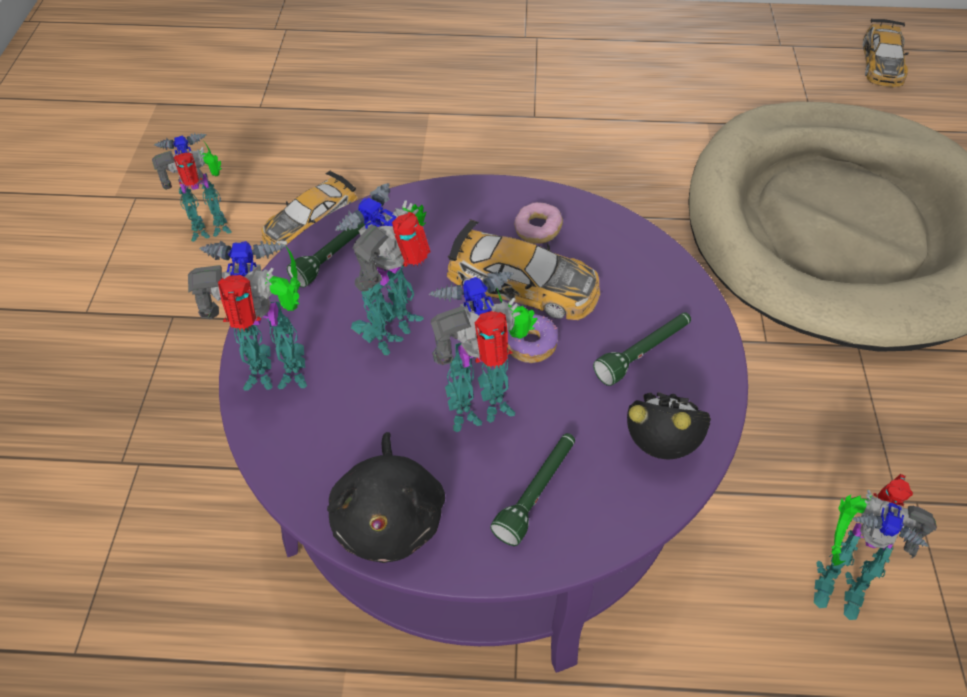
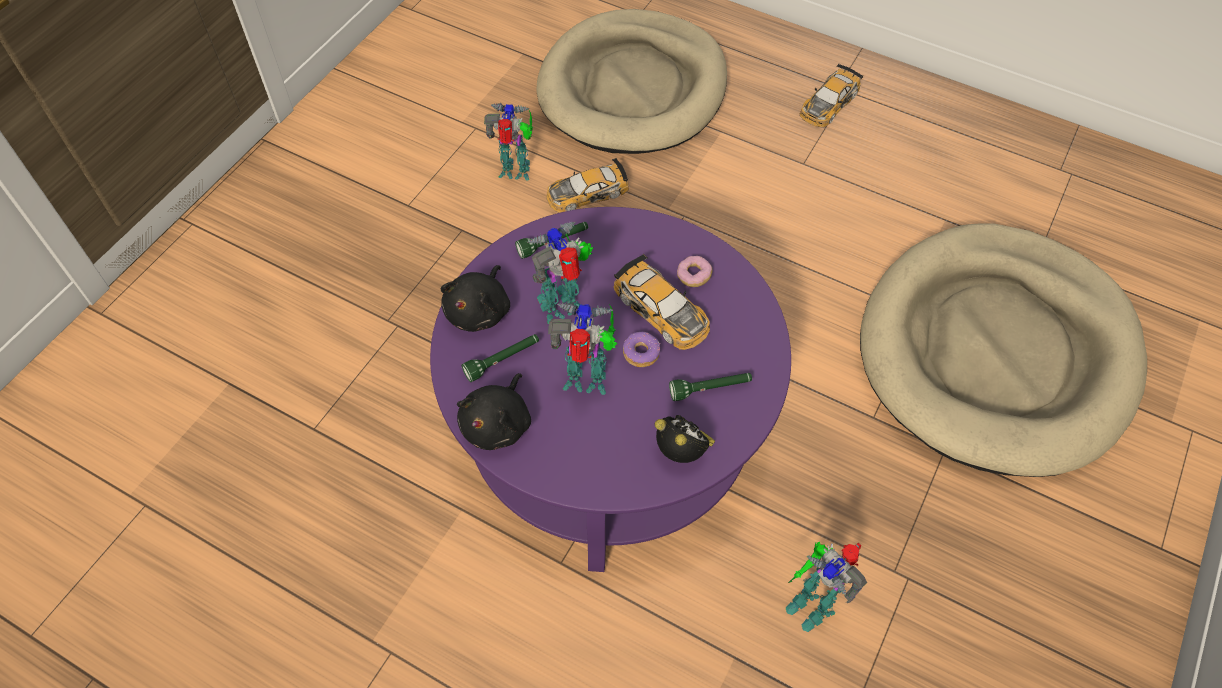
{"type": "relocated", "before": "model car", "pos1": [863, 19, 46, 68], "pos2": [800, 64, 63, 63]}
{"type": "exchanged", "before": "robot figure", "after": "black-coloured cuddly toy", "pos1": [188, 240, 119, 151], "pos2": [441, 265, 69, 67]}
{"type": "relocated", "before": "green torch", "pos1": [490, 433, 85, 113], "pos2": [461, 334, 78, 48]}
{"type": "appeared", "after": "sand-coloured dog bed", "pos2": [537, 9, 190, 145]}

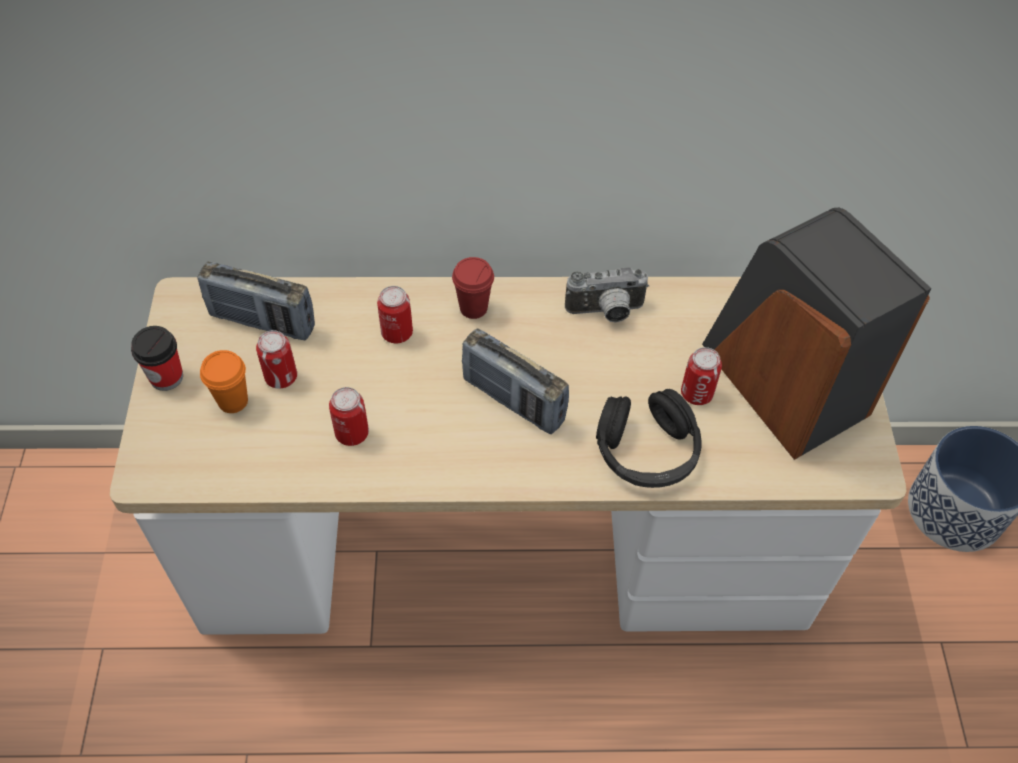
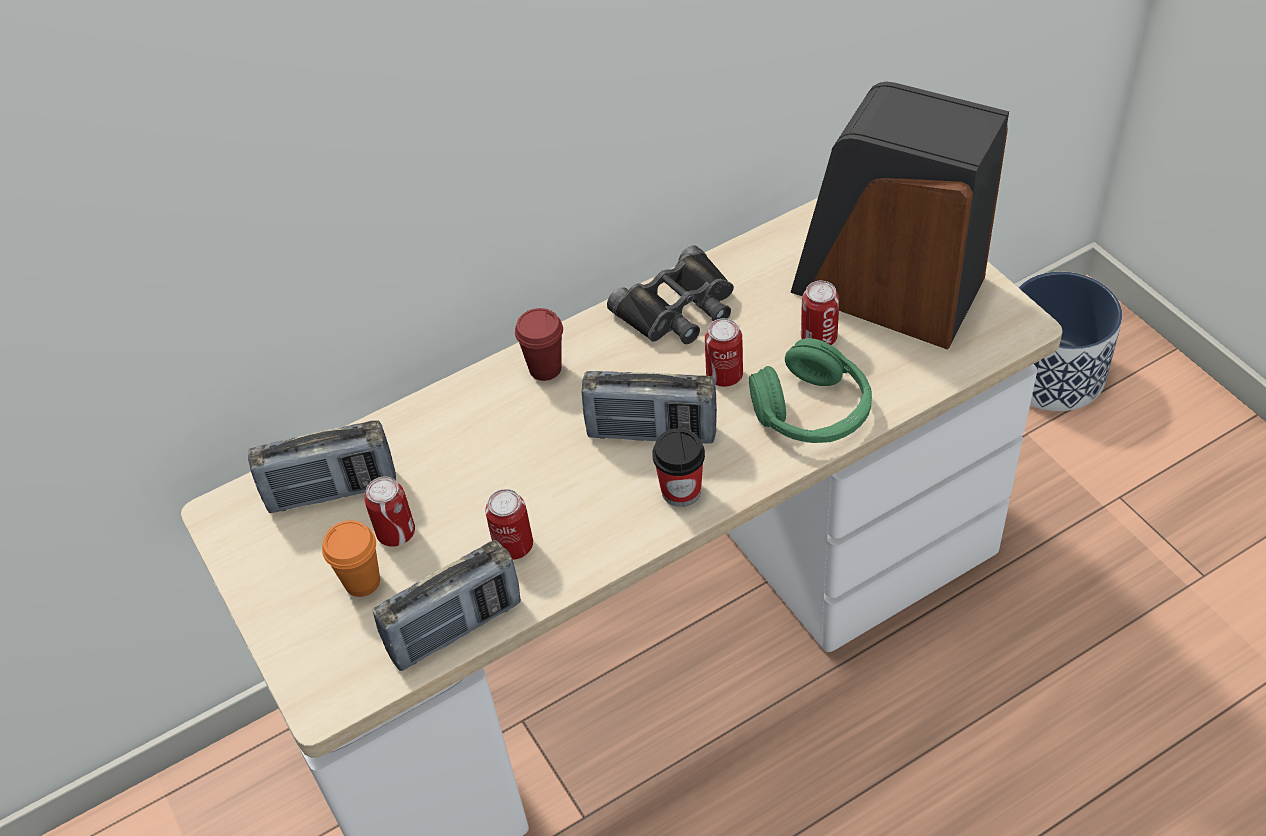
{"type": "exchanged", "before": "photo camera", "after": "black-coloured binoculars", "pos1": [565, 267, 84, 55], "pos2": [607, 245, 127, 99]}
{"type": "relocated", "before": "sealed can", "pos1": [377, 286, 36, 57], "pos2": [705, 318, 38, 69]}
{"type": "relocated", "before": "cup", "pos1": [131, 326, 52, 65], "pos2": [652, 428, 53, 79]}
{"type": "colour", "before": "black-coloured headphones", "after": "green headphones", "pos1": [596, 389, 106, 99], "pos2": [749, 338, 123, 105]}
{"type": "appeared", "after": "radio set", "pos2": [372, 540, 149, 131]}

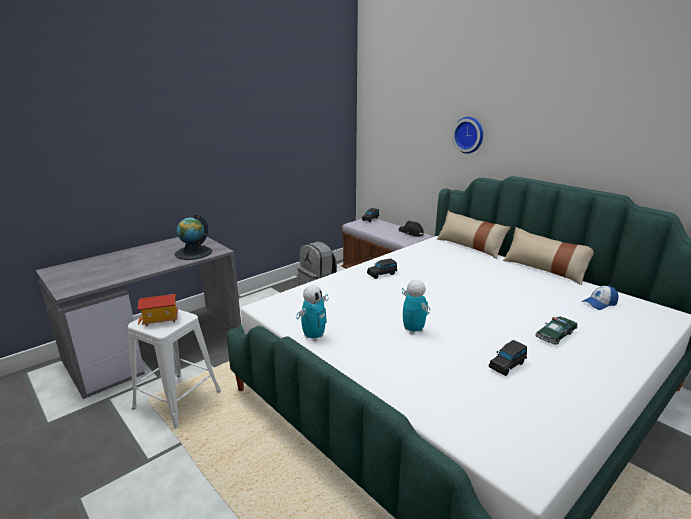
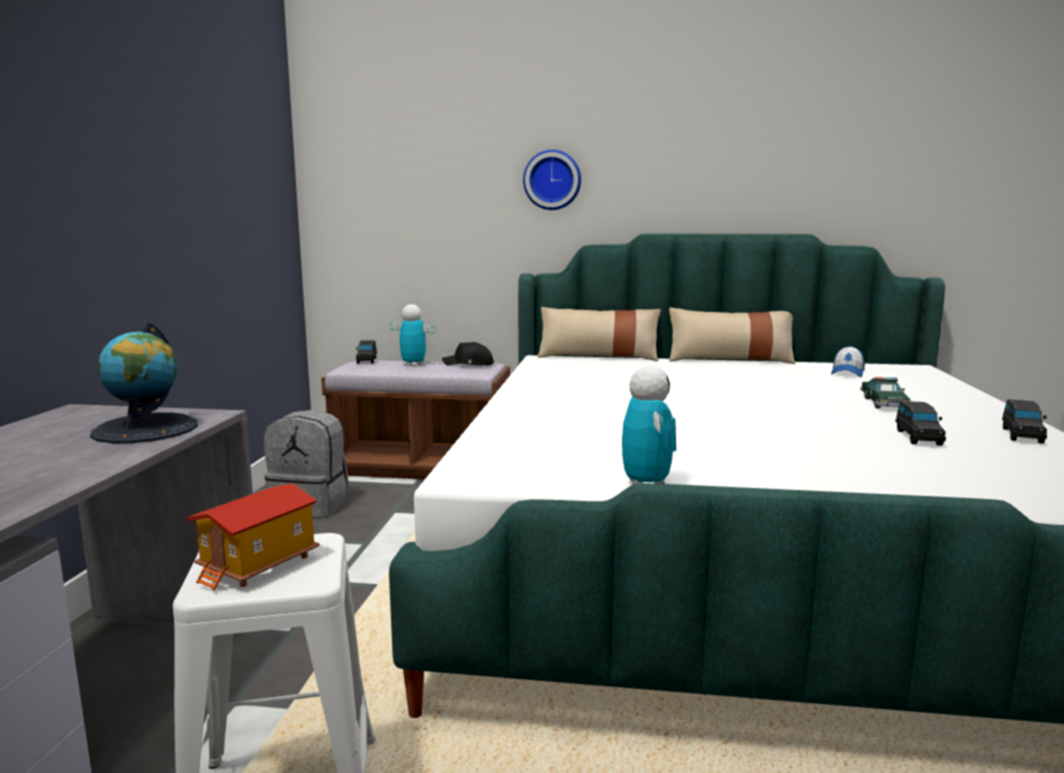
{"type": "relocated", "before": "black-coloured model car", "pos1": [367, 258, 30, 21], "pos2": [1002, 399, 45, 45]}
{"type": "relocated", "before": "robot figure", "pos1": [402, 280, 28, 55], "pos2": [390, 304, 45, 62]}

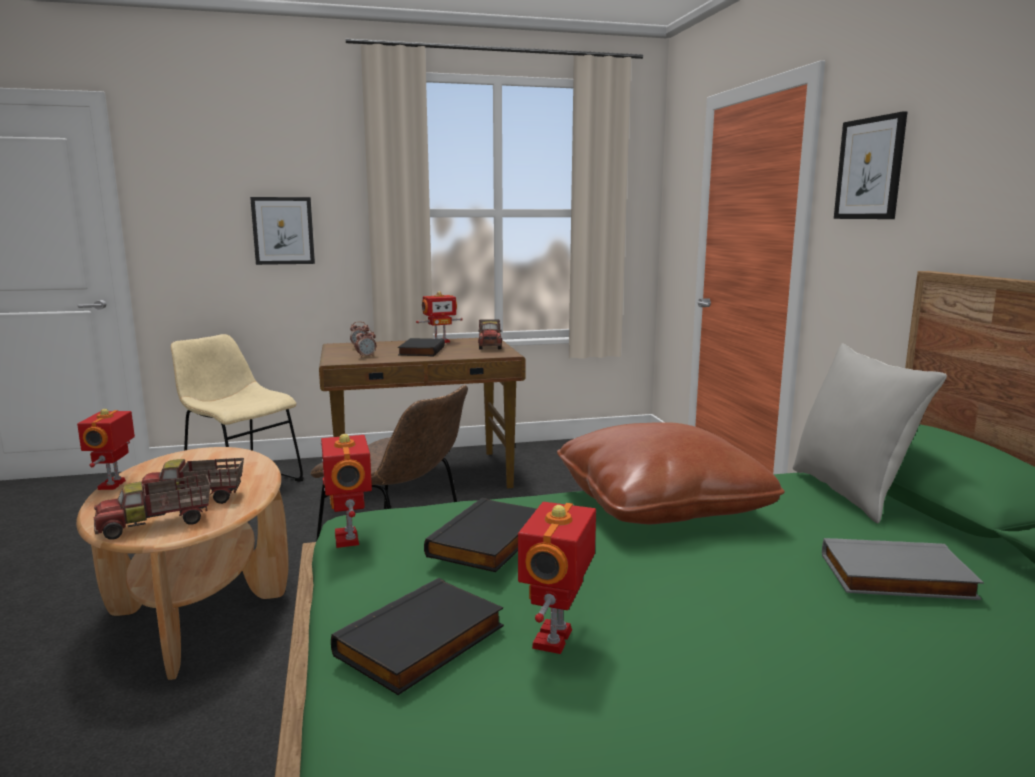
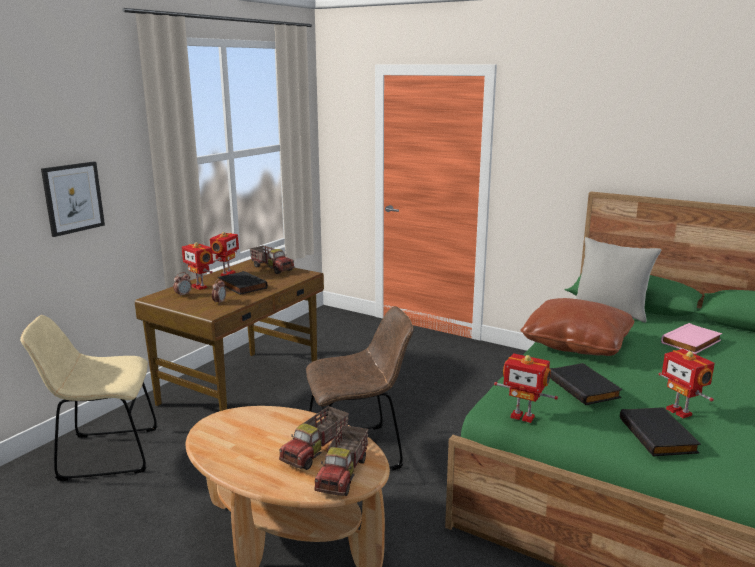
{"type": "missing", "before": "wall picture", "pos1": [834, 111, 73, 108]}
{"type": "relocated", "before": "robot figure", "pos1": [77, 409, 58, 81], "pos2": [182, 242, 31, 48]}
{"type": "colour", "before": "greyish volume", "after": "pinkish volume", "pos1": [822, 538, 162, 62], "pos2": [661, 323, 61, 31]}

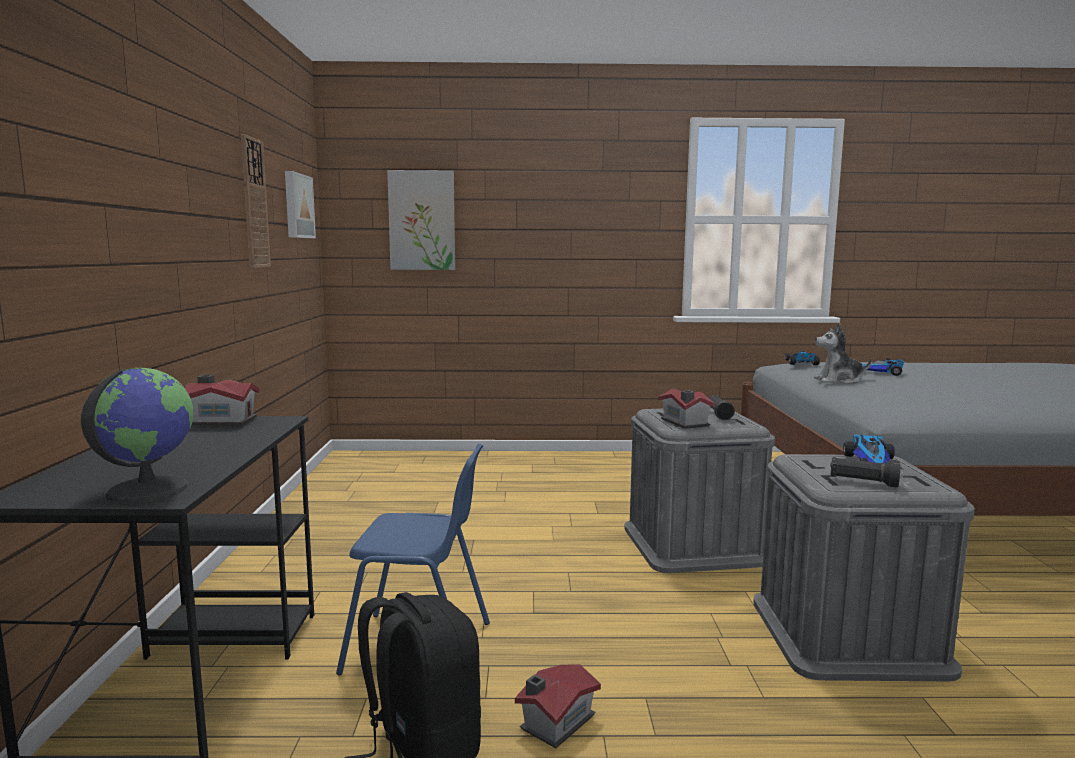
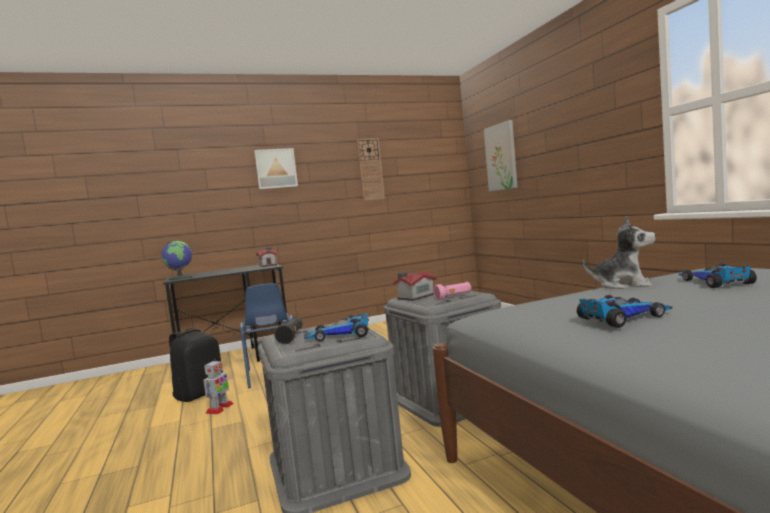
{"type": "relocated", "before": "wall picture", "pos1": [285, 171, 31, 67], "pos2": [254, 148, 44, 41]}
{"type": "spun", "before": "cuddly toy", "pos1": [814, 323, 58, 61], "pos2": [583, 216, 73, 73], "turn": 135}
{"type": "relocated", "before": "model car", "pos1": [785, 350, 35, 15], "pos2": [577, 295, 96, 33]}
{"type": "colour", "before": "black-coloured torch", "after": "pinkish torch", "pos1": [709, 395, 26, 25], "pos2": [434, 282, 37, 18]}
{"type": "exchanged", "before": "miniature house", "after": "robot figure", "pos1": [515, 664, 86, 84], "pos2": [203, 359, 31, 55]}

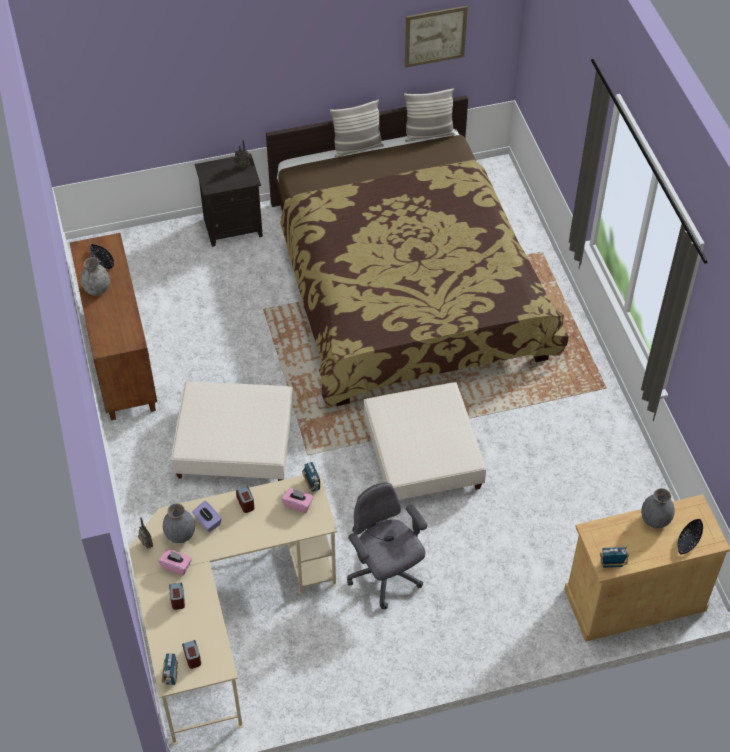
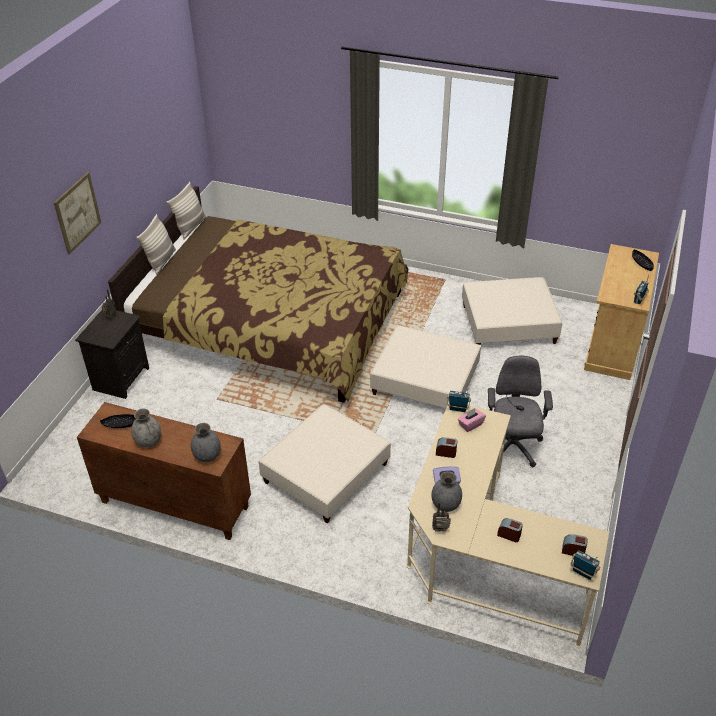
{"type": "relocated", "before": "wall picture", "pos1": [405, 6, 63, 62], "pos2": [54, 172, 47, 83]}
{"type": "spun", "before": "greyish computer chair", "pos1": [347, 482, 80, 127], "pos2": [488, 355, 65, 113], "turn": 90}
{"type": "relocated", "before": "greyish flower vase", "pos1": [641, 488, 34, 41], "pos2": [191, 423, 30, 39]}
{"type": "missing", "before": "pinkish box of tissues", "pos1": [159, 549, 33, 26]}
{"type": "appeared", "after": "sand-coloured pouffe", "pos2": [462, 277, 101, 68]}

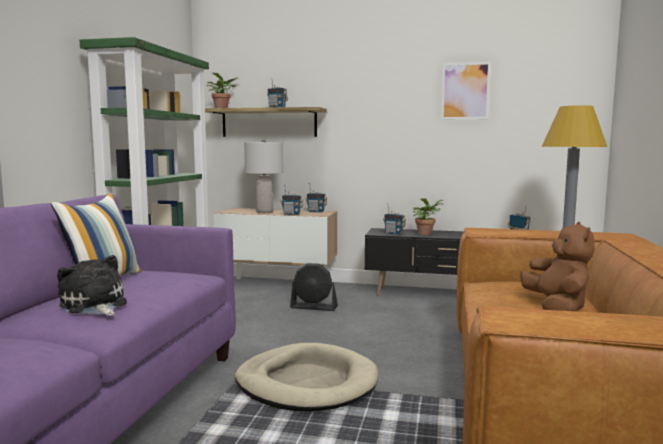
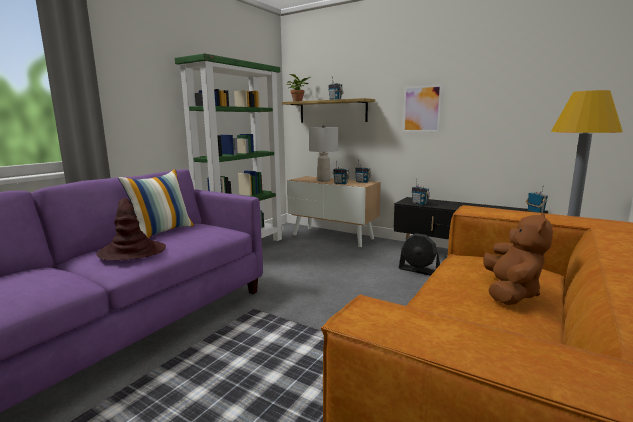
{"type": "relocated", "before": "wall picture", "pos1": [441, 62, 50, 58], "pos2": [403, 84, 39, 48]}
{"type": "missing", "before": "plant in a pot", "pos1": [413, 198, 31, 37]}
{"type": "exchanged", "before": "cuddly toy", "after": "brown hat", "pos1": [57, 255, 70, 61], "pos2": [96, 198, 70, 62]}
{"type": "relocated", "before": "black-coloured electric fan", "pos1": [290, 263, 48, 48], "pos2": [399, 233, 41, 43]}
{"type": "missing", "before": "sand-coloured dog bed", "pos1": [235, 343, 143, 68]}

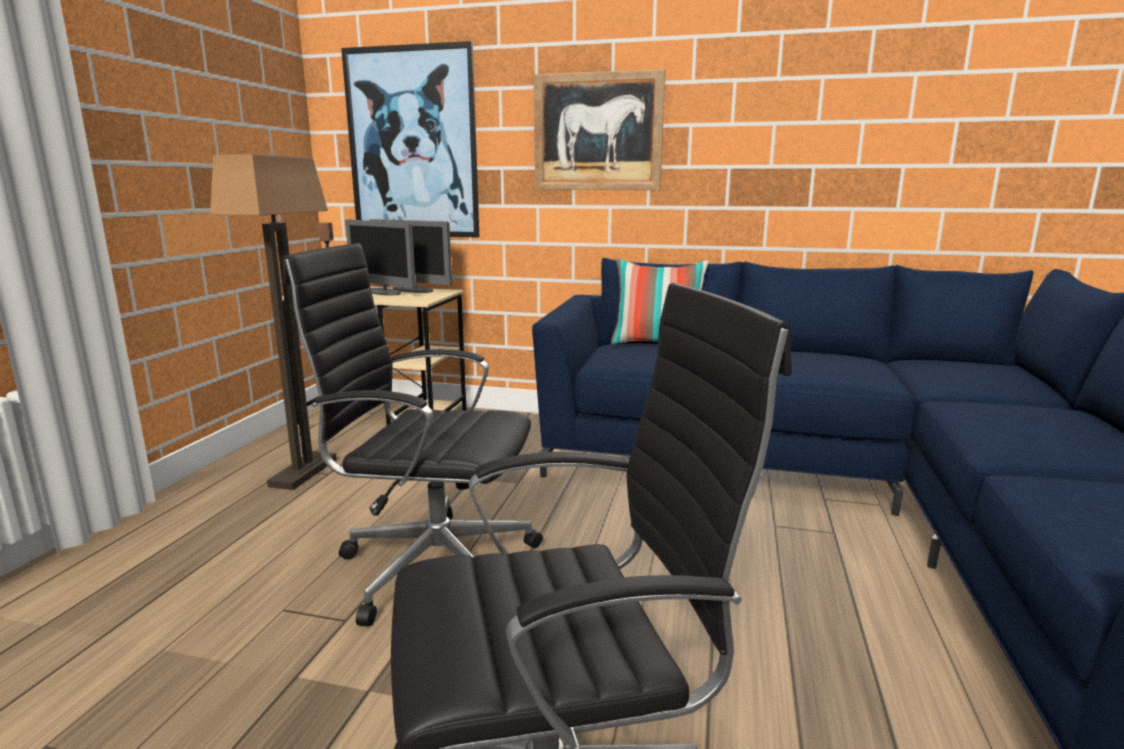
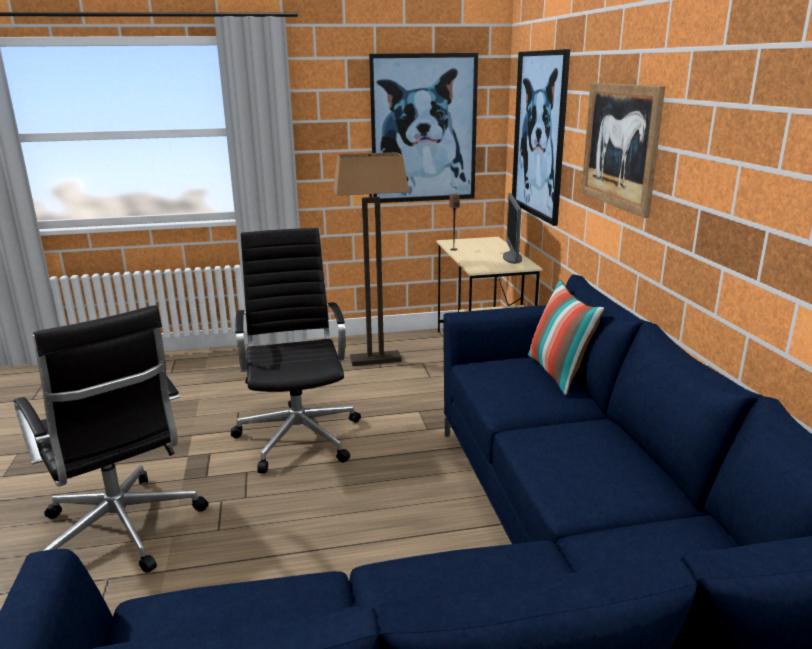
{"type": "missing", "before": "computer screen", "pos1": [345, 220, 71, 75]}
{"type": "appeared", "after": "wall picture", "pos2": [369, 53, 109, 150]}

